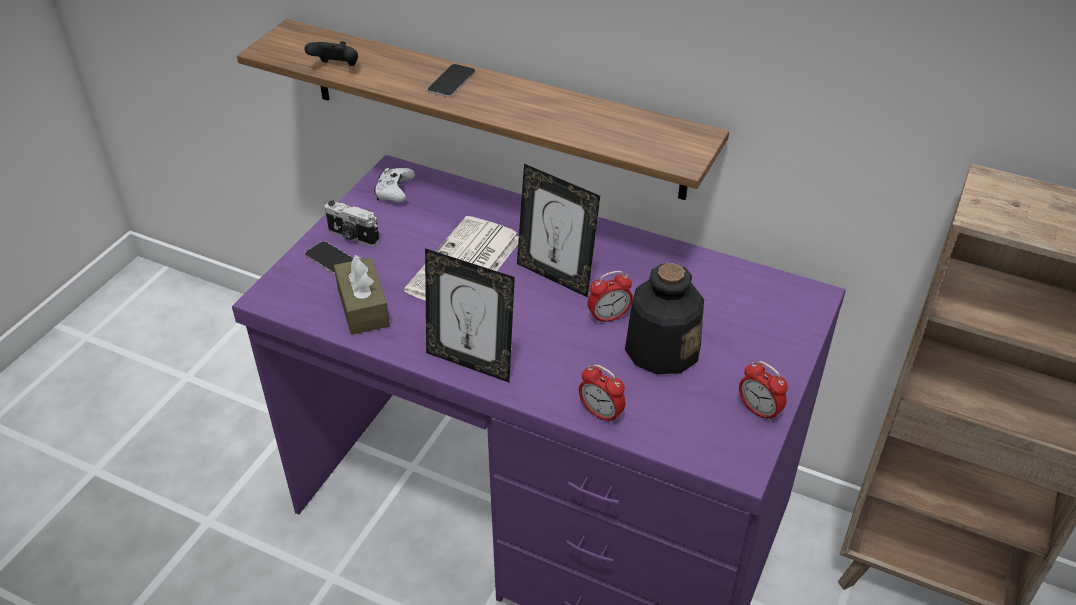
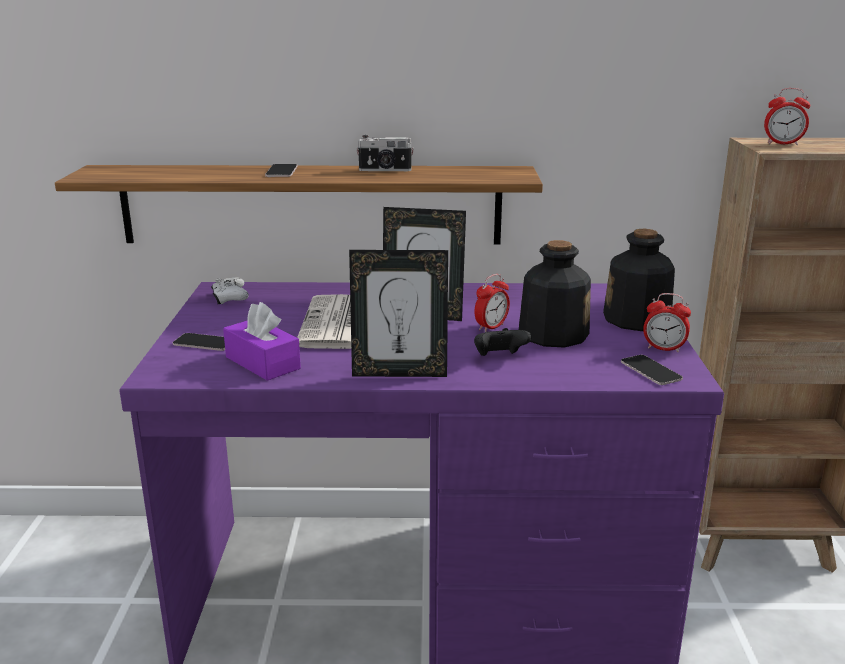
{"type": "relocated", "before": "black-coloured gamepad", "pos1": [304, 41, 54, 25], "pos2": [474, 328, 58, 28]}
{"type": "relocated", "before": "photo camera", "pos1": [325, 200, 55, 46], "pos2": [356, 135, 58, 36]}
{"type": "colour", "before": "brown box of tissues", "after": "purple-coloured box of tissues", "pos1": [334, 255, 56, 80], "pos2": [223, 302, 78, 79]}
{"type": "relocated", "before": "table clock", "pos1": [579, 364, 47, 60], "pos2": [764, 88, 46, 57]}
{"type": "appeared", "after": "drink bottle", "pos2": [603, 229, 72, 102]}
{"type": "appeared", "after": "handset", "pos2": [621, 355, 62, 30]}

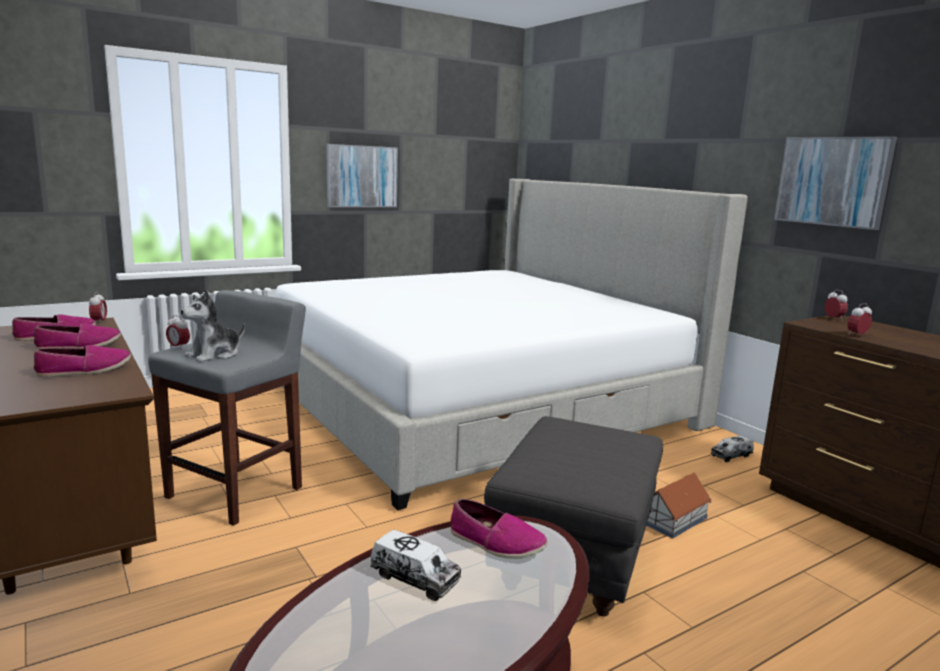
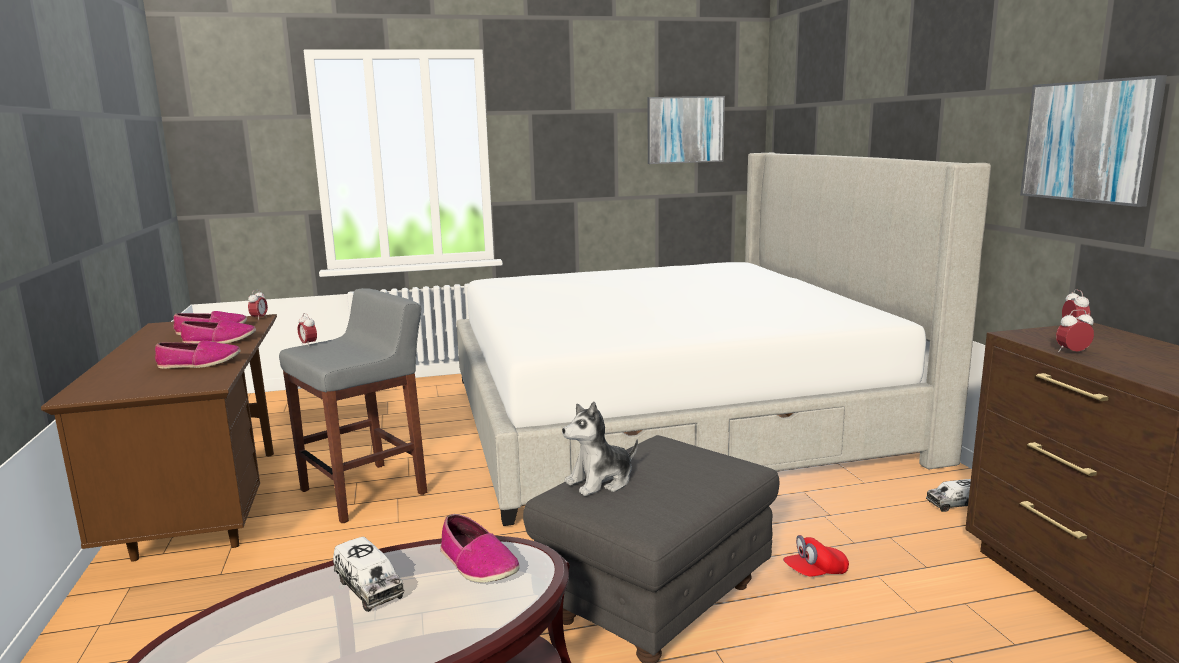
{"type": "relocated", "before": "wall picture", "pos1": [326, 144, 72, 63], "pos2": [647, 96, 78, 68]}
{"type": "relocated", "before": "cuddly toy", "pos1": [181, 290, 64, 72], "pos2": [562, 401, 76, 95]}
{"type": "exchanged", "before": "miniature house", "after": "red cap", "pos1": [646, 473, 66, 66], "pos2": [783, 535, 66, 42]}

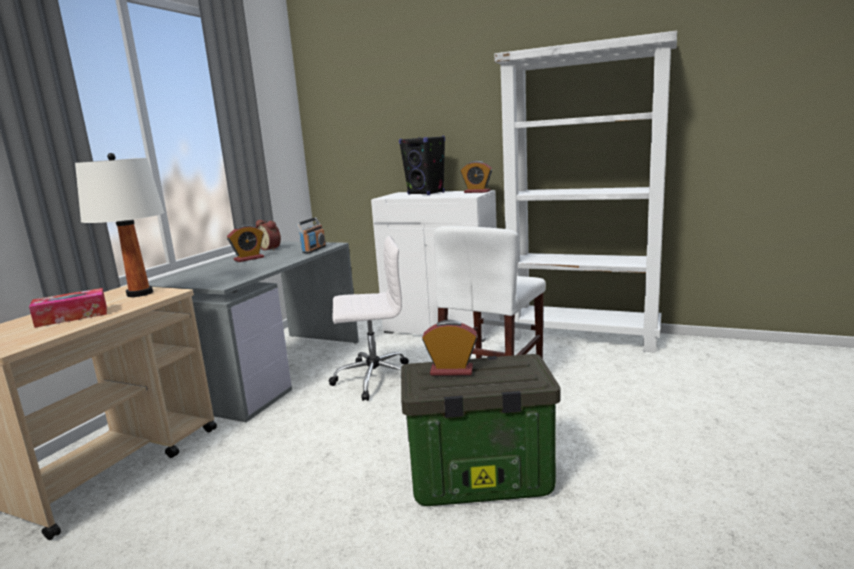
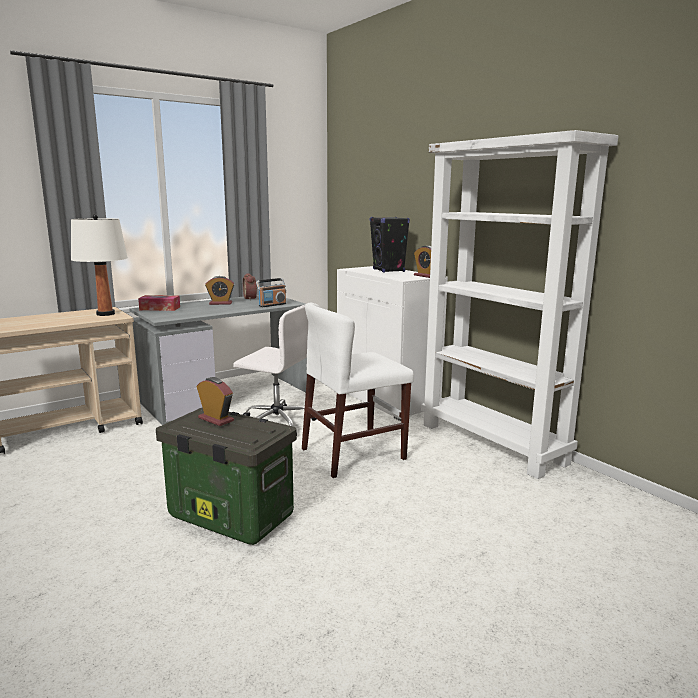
{"type": "relocated", "before": "box of tissues", "pos1": [29, 288, 78, 40], "pos2": [138, 295, 42, 16]}

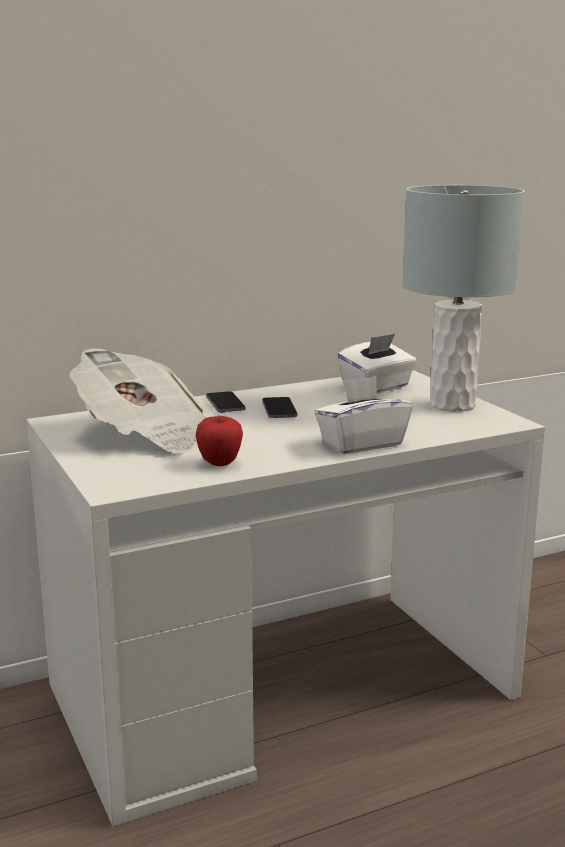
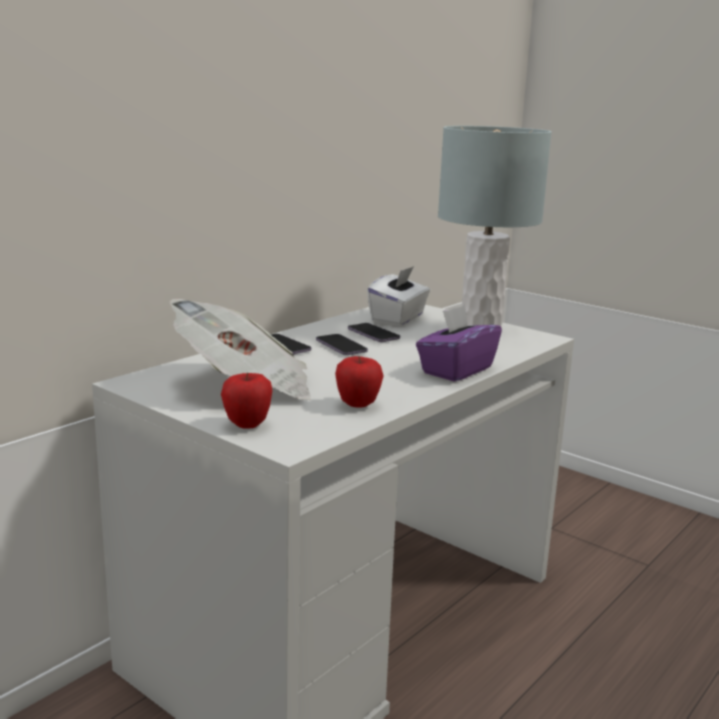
{"type": "colour", "before": "white-coloured box of tissues", "after": "purple-coloured box of tissues", "pos1": [315, 376, 98, 78], "pos2": [416, 305, 86, 77]}
{"type": "appeared", "after": "handset", "pos2": [348, 323, 52, 19]}
{"type": "appeared", "after": "apple fruit", "pos2": [221, 372, 52, 57]}

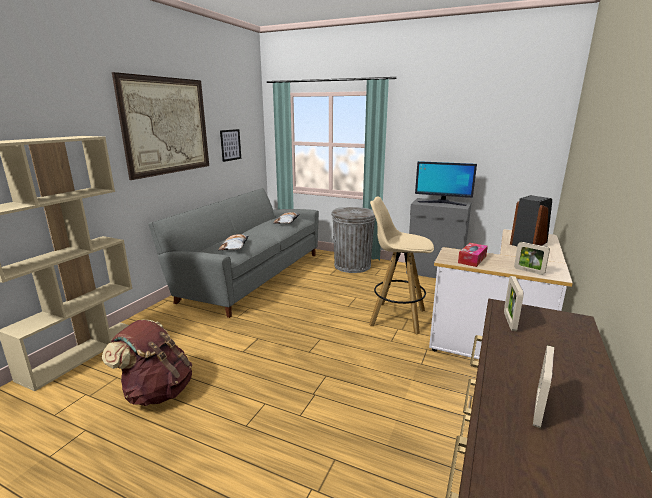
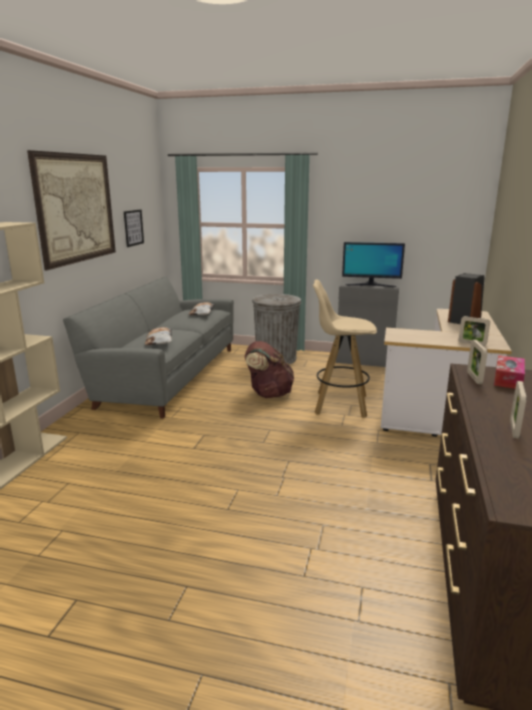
{"type": "relocated", "before": "box of tissues", "pos1": [458, 243, 30, 24], "pos2": [494, 355, 31, 34]}
{"type": "relocated", "before": "brown knapsack", "pos1": [102, 319, 90, 87], "pos2": [245, 341, 49, 57]}

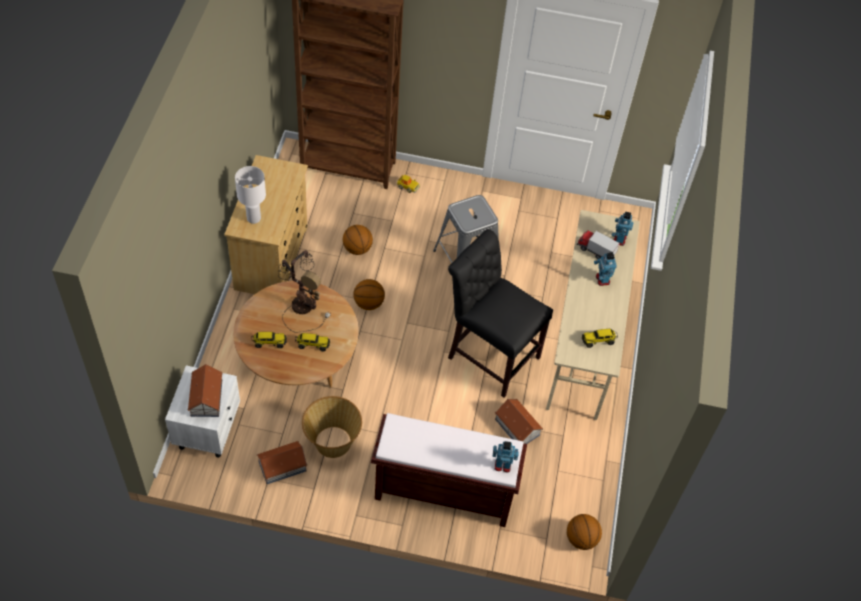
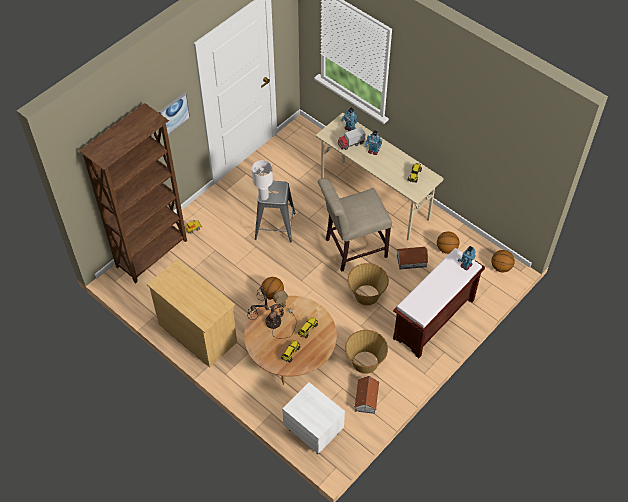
{"type": "relocated", "before": "white-coloured tabletop lamp", "pos1": [235, 166, 31, 58], "pos2": [252, 160, 21, 40]}
{"type": "relocated", "before": "basketball ball", "pos1": [343, 225, 30, 30], "pos2": [437, 231, 22, 23]}
{"type": "colour", "before": "black-coloured upright chair", "after": "sand-coloured upright chair", "pos1": [448, 229, 105, 169], "pos2": [318, 178, 74, 94]}
{"type": "missing", "before": "miniature house", "pos1": [187, 364, 36, 53]}
{"type": "appeared", "after": "wall picture", "pos2": [159, 92, 31, 42]}
{"type": "appeared", "after": "basket", "pos2": [348, 263, 41, 42]}

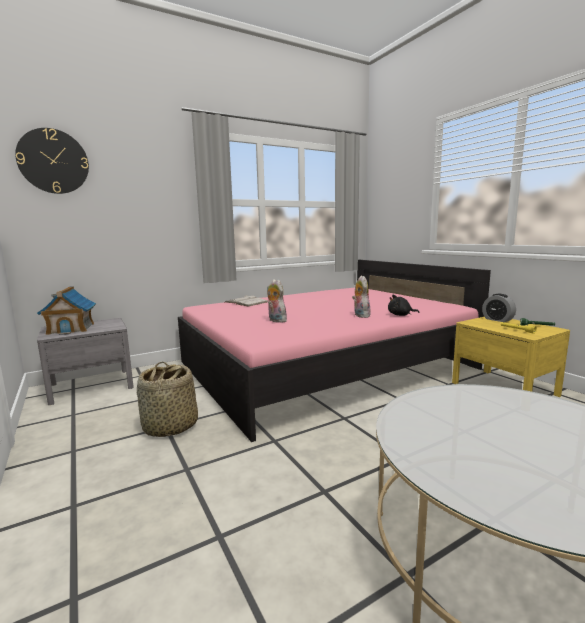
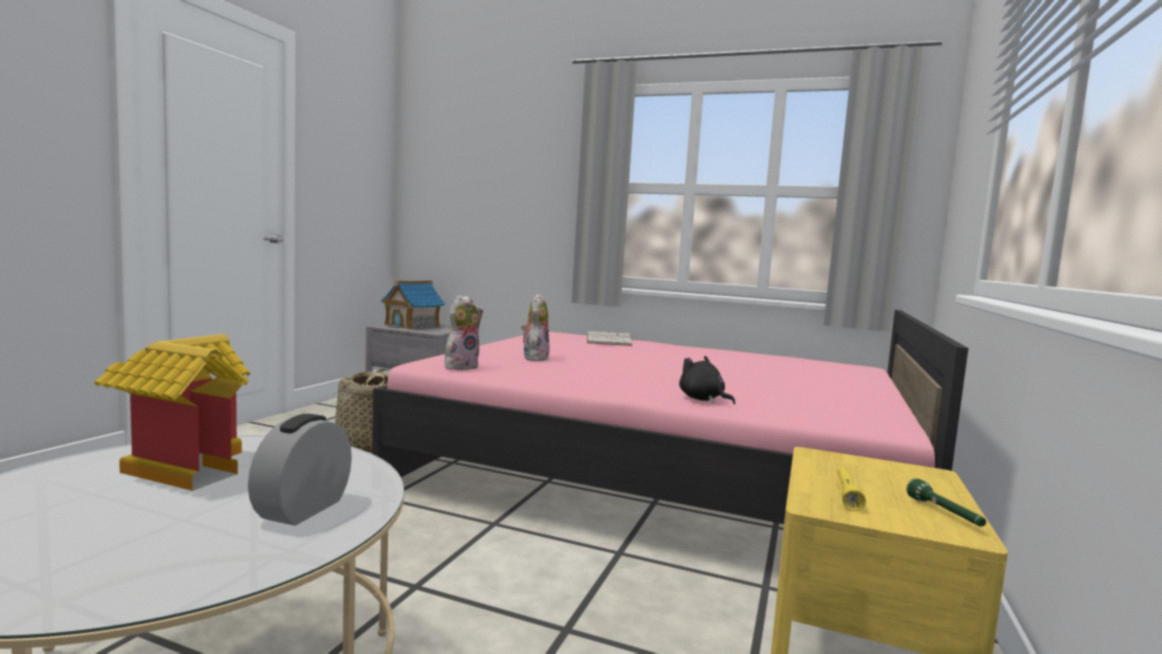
{"type": "missing", "before": "wall clock", "pos1": [15, 128, 74, 66]}
{"type": "relocated", "before": "cuddly toy", "pos1": [352, 276, 19, 42], "pos2": [445, 295, 38, 75]}
{"type": "relocated", "before": "table clock", "pos1": [482, 294, 34, 28], "pos2": [248, 414, 104, 112]}
{"type": "appeared", "after": "miniature house", "pos2": [94, 334, 156, 157]}

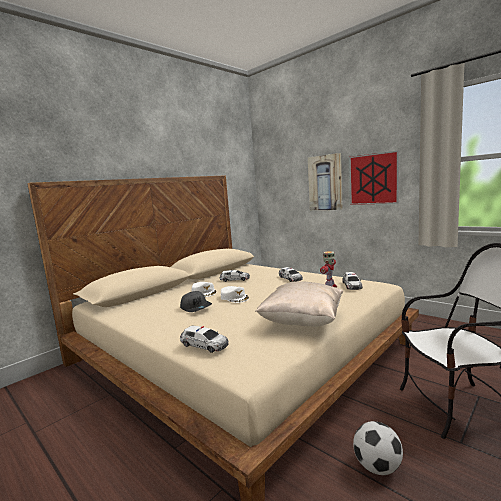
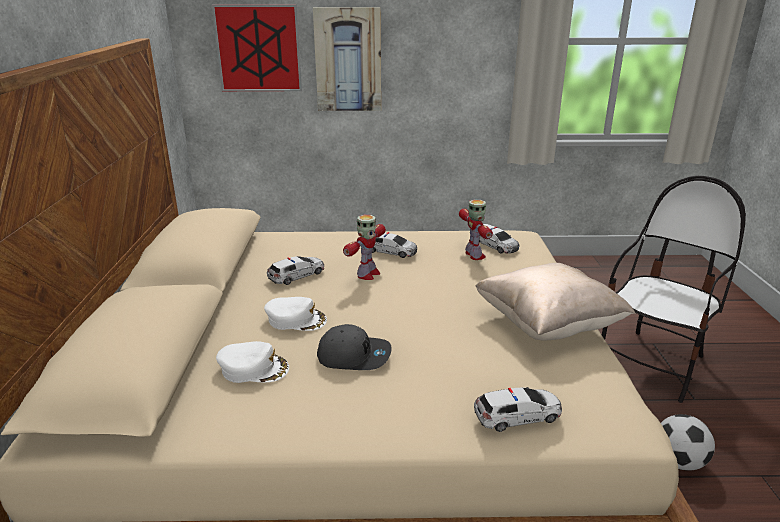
{"type": "relocated", "before": "wall picture", "pos1": [349, 150, 50, 55], "pos2": [212, 5, 90, 86]}
{"type": "relocated", "before": "white-coloured cap", "pos1": [221, 286, 28, 17], "pos2": [216, 341, 73, 42]}
{"type": "appeared", "after": "robot figure", "pos2": [343, 215, 43, 65]}

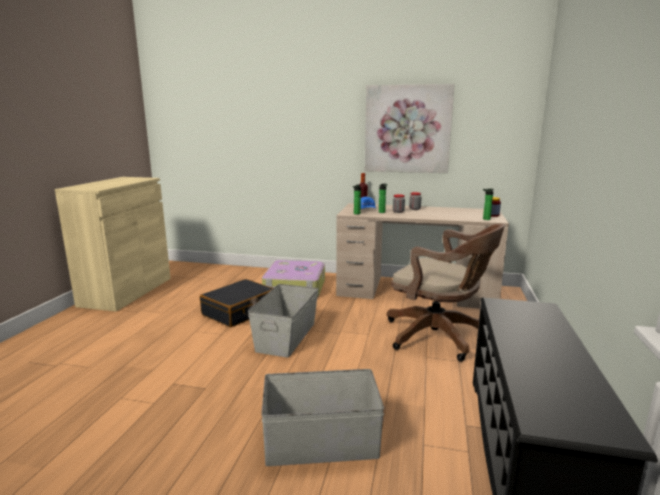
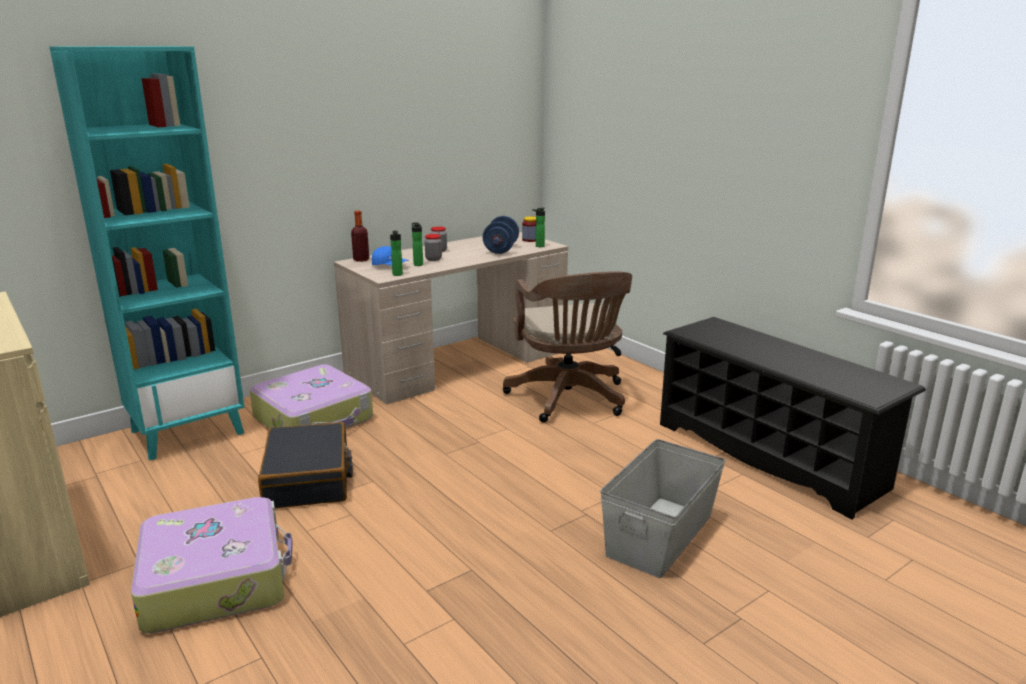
{"type": "missing", "before": "wall picture", "pos1": [365, 84, 89, 89]}
{"type": "spun", "before": "brown computer chair", "pos1": [387, 224, 118, 138], "pos2": [503, 271, 129, 152], "turn": 90}
{"type": "missing", "before": "greyish storage bin", "pos1": [248, 284, 71, 74]}
{"type": "appeared", "after": "turquoise-coloured bookcase", "pos2": [49, 46, 196, 415]}
{"type": "appeared", "after": "blue-coloured hand weight", "pos2": [483, 216, 36, 38]}
{"type": "appeared", "after": "travel case", "pos2": [131, 497, 162, 136]}

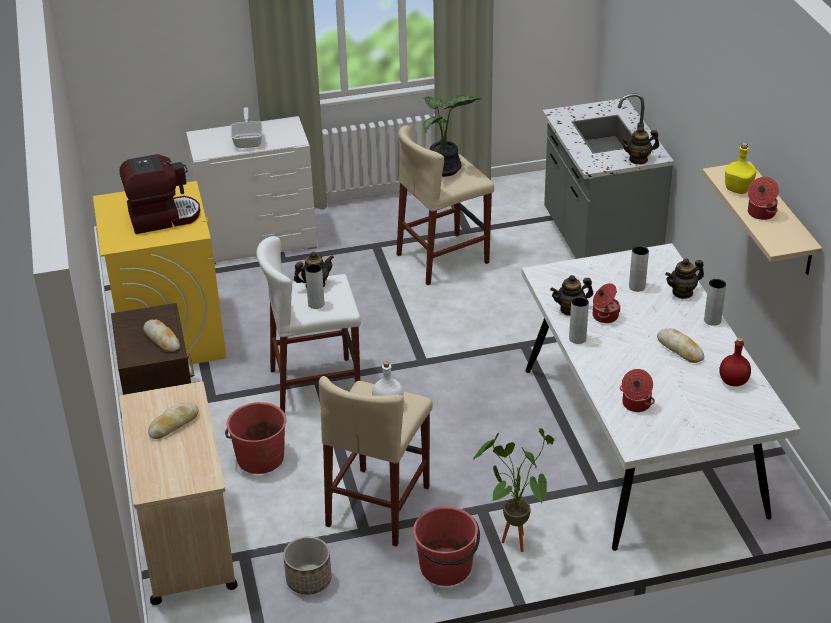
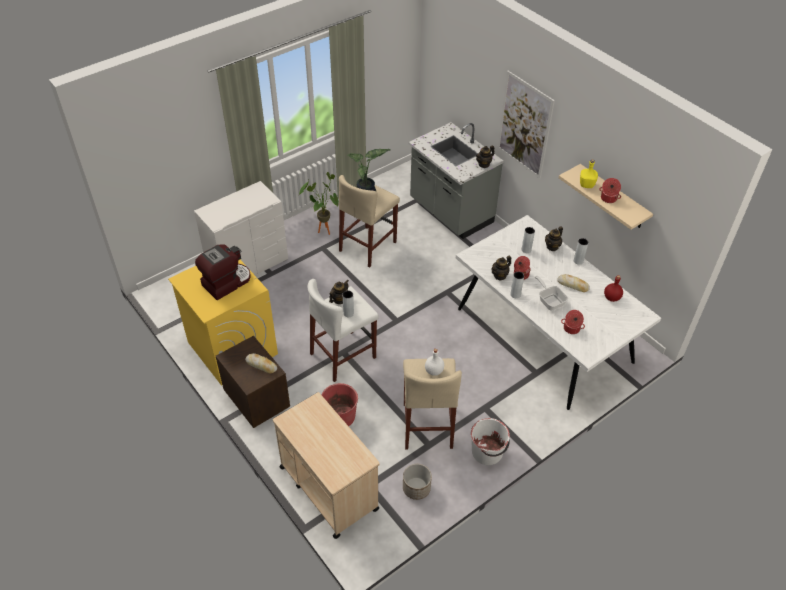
{"type": "relocated", "before": "skillet", "pos1": [230, 107, 33, 41], "pos2": [535, 276, 33, 35]}
{"type": "missing", "before": "baked bread", "pos1": [148, 402, 51, 37]}
{"type": "relocated", "before": "plant in a pot", "pos1": [473, 428, 81, 124], "pos2": [299, 172, 40, 63]}
{"type": "colour", "before": "red bucket", "after": "white-coloured bucket", "pos1": [413, 507, 67, 79], "pos2": [471, 418, 39, 47]}
{"type": "appeared", "after": "wall picture", "pos2": [497, 71, 58, 108]}

